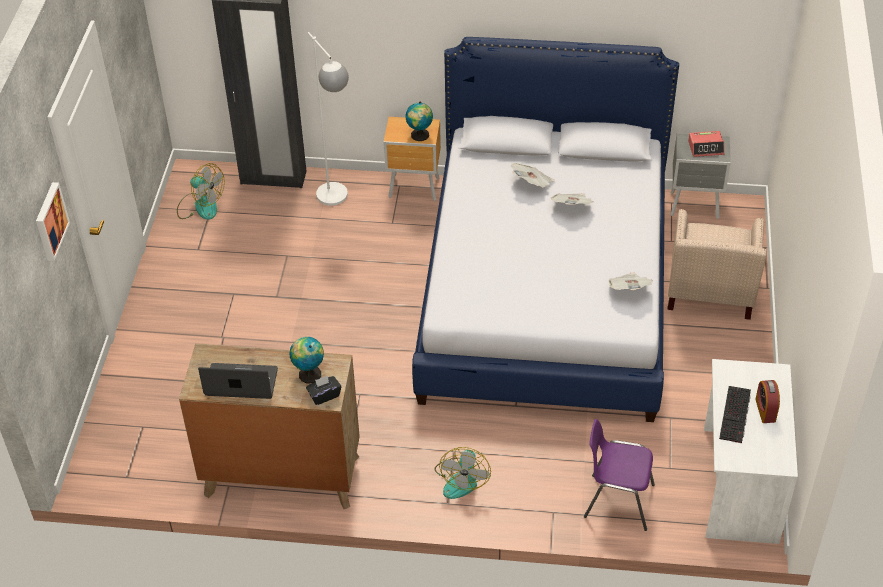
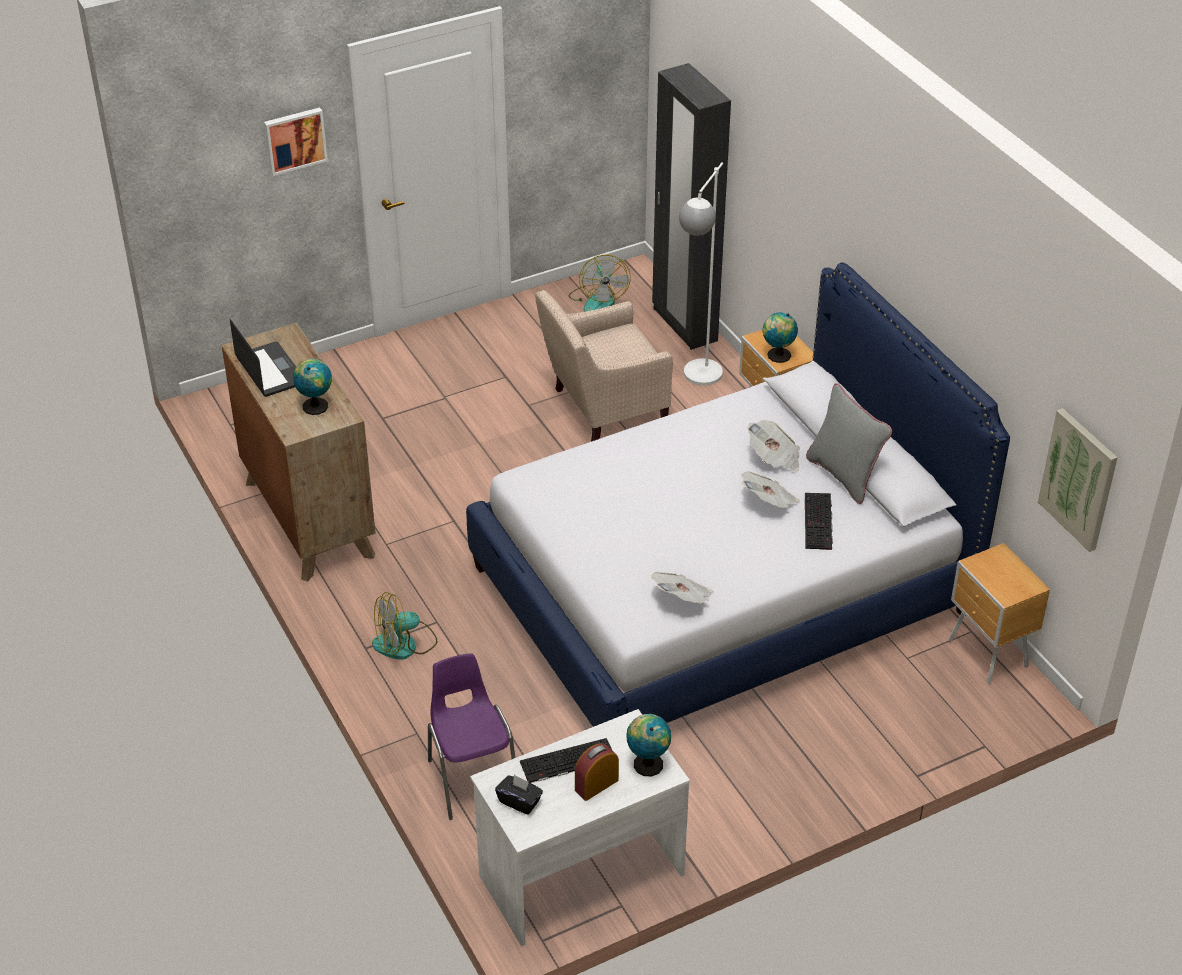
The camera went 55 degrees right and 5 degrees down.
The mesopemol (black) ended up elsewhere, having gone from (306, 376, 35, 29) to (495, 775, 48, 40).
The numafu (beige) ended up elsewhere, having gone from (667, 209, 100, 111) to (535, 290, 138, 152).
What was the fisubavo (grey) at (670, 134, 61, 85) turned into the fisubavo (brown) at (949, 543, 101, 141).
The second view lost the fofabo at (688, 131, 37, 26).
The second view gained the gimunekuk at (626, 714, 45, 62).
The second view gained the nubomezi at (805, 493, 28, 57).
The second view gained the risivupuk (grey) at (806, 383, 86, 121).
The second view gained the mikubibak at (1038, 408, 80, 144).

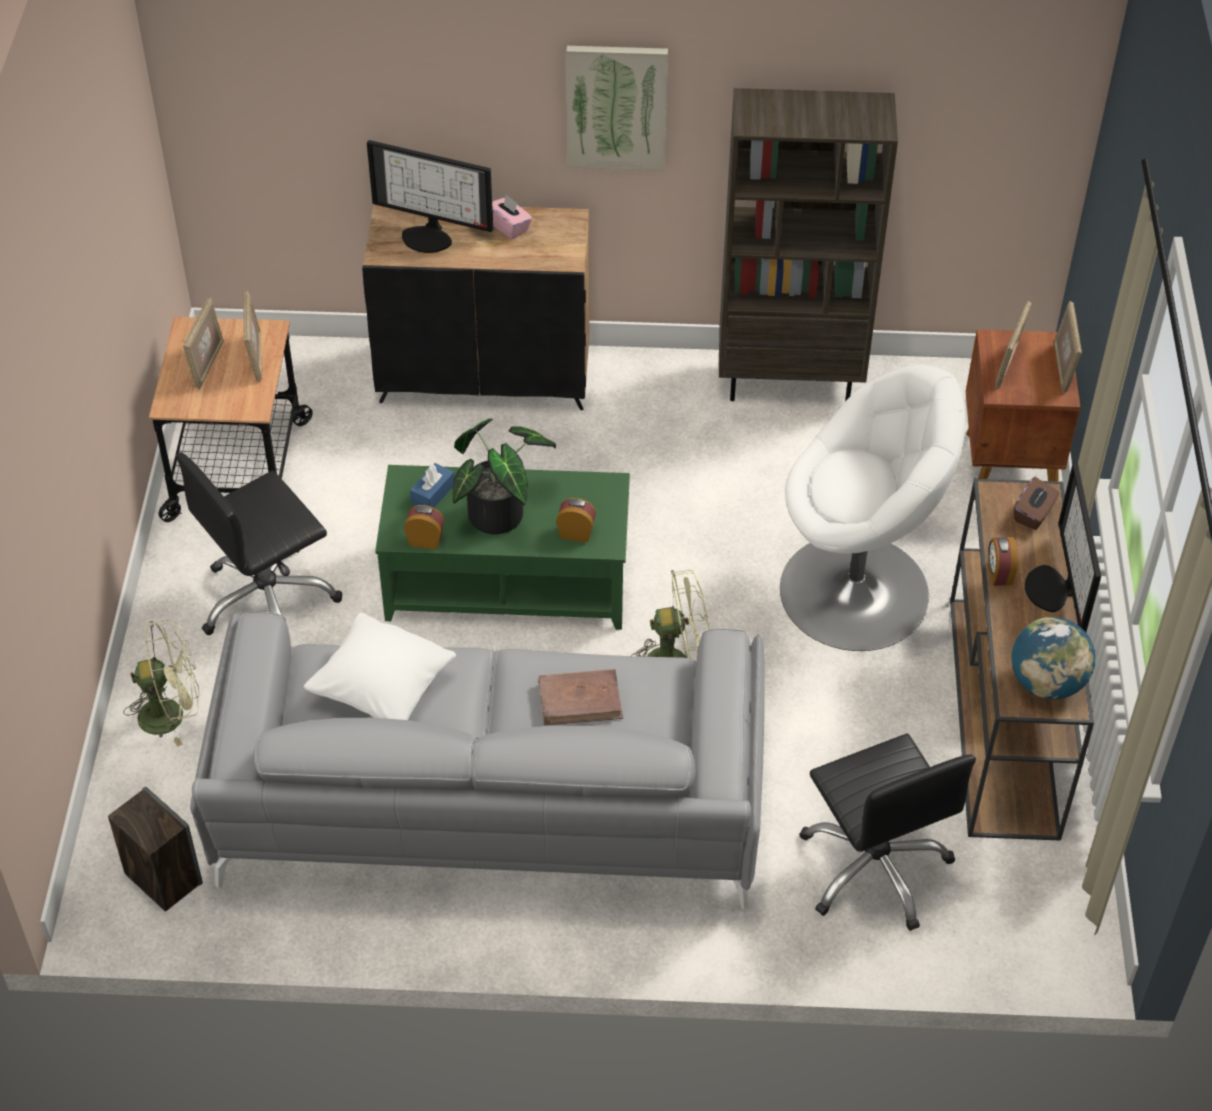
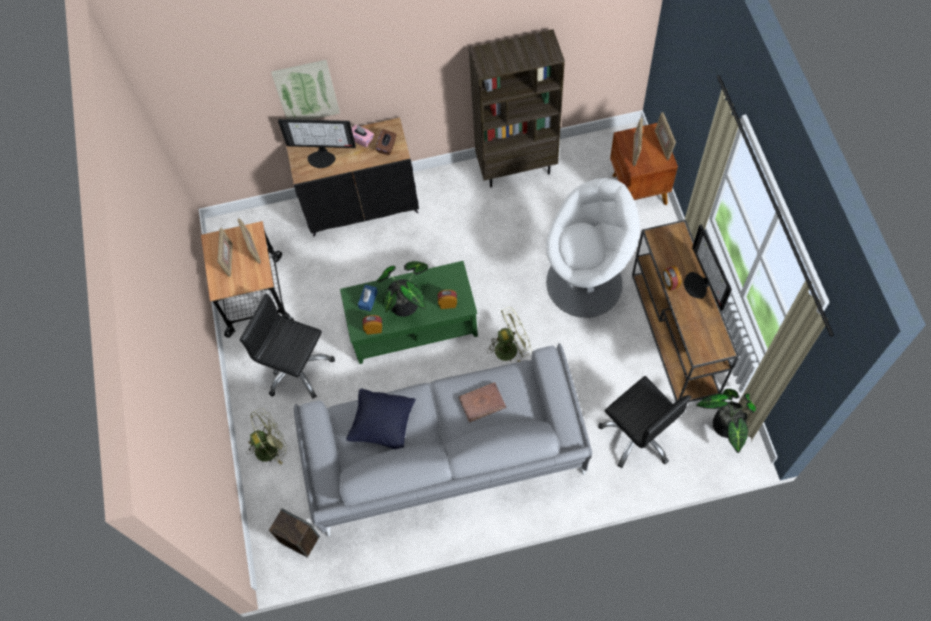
The camera went 10 degrees left and 15 degrees up.
The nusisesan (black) at (176, 452, 166, 183) ended up facing another way, 75 degrees clockwise from before.
What was the risivupuk (white) at (304, 613, 152, 107) turned into the risivupuk (black) at (346, 388, 70, 61).
The mikubibak ended up elsewhere, having gone from (566, 46, 102, 125) to (271, 60, 69, 60).
The second view lost the gimunekuk at (1011, 617, 84, 82).
The mesopemol (brown) ended up elsewhere, having gone from (1014, 477, 45, 53) to (376, 129, 21, 26).
The second view gained the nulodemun at (696, 389, 60, 64).

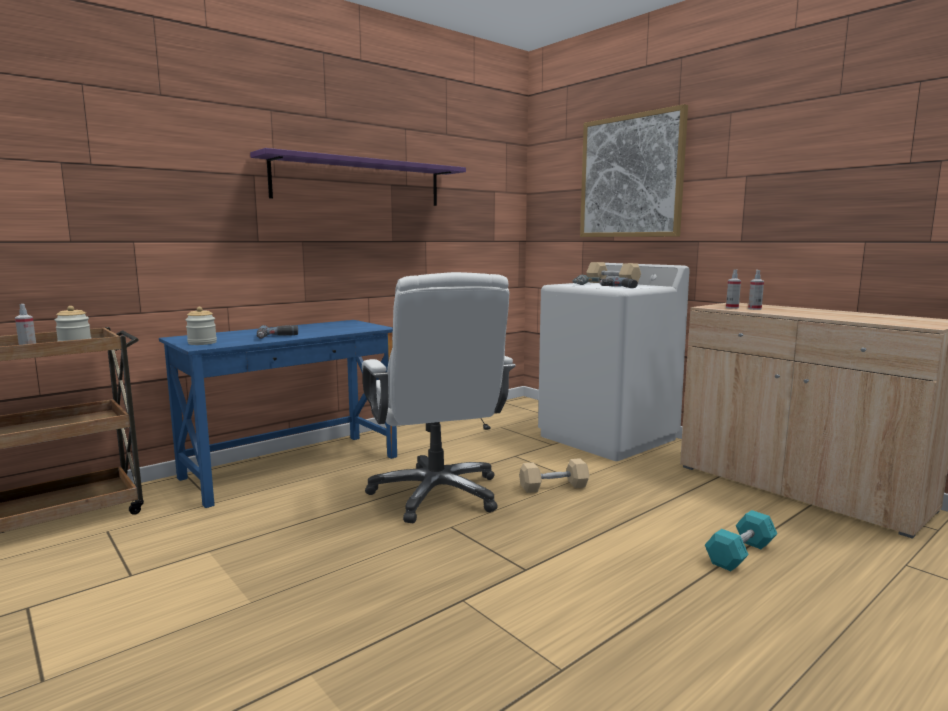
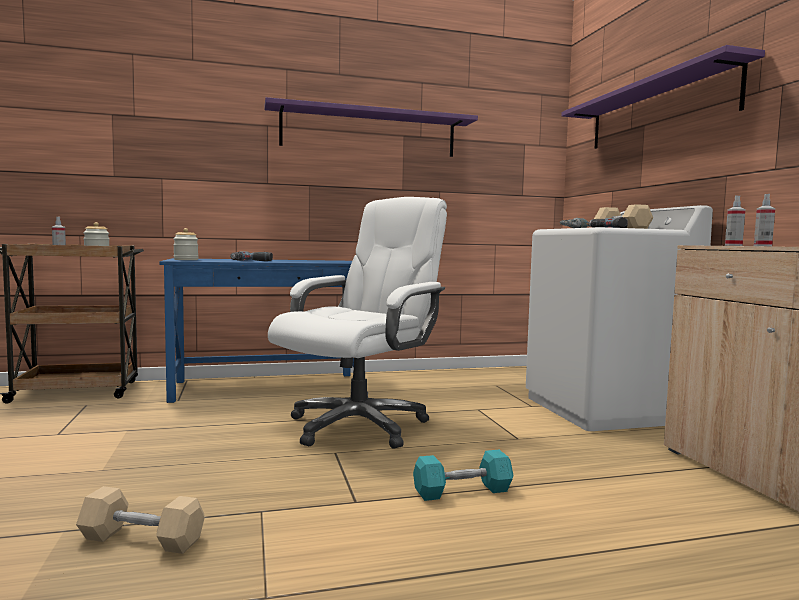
The camera went 25 degrees right and 5 degrees down.
The nusisesan (white) at (362, 272, 154, 251) ended up facing another way, 150 degrees counterclockwise from before.
The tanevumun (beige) ended up elsewhere, having gone from (519, 458, 70, 35) to (76, 486, 129, 68).
Where the mikubibak hung at (580, 104, 108, 133), the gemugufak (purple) came to hang at (561, 45, 204, 104).
The tanevumun (turquoise) ended up elsewhere, having gone from (705, 510, 72, 61) to (413, 450, 101, 51).

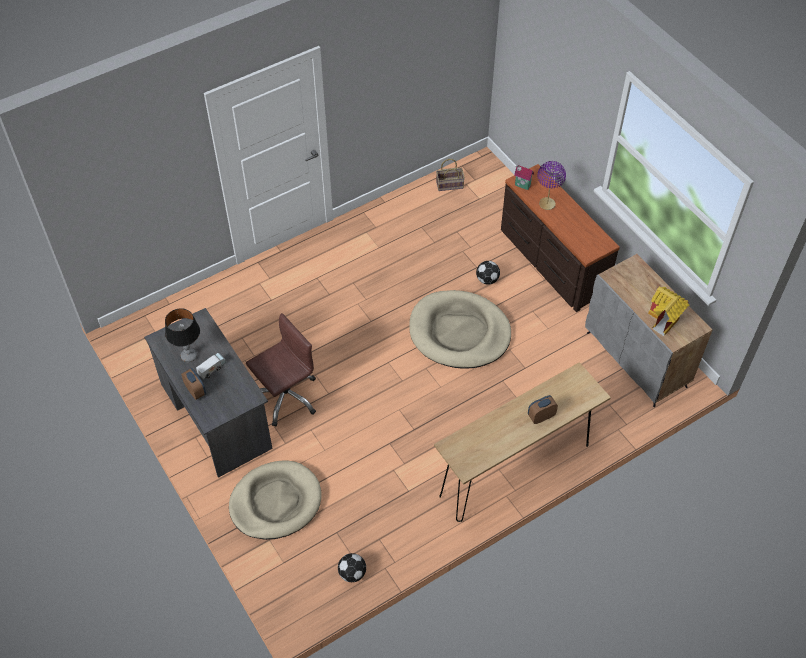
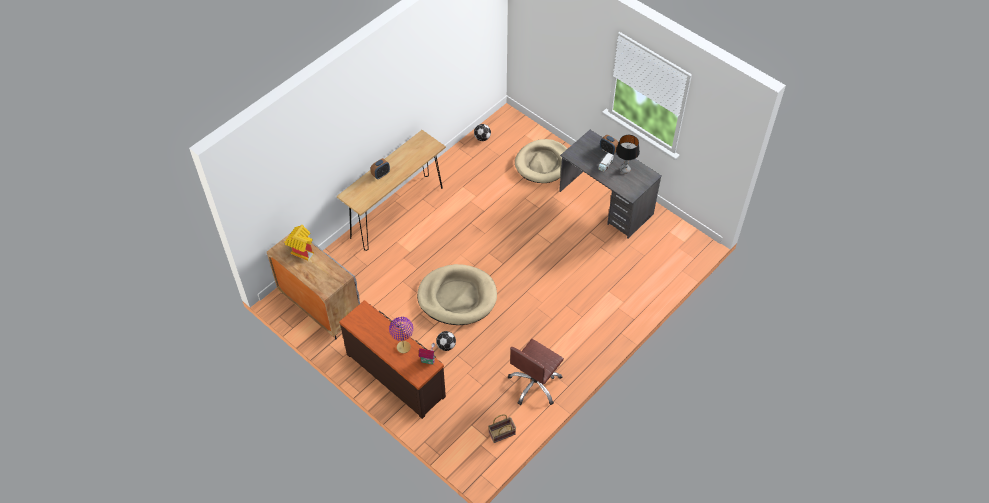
The camera went 165 degrees right and 0 degrees up.
The nusisesan (brown) ended up elsewhere, having gone from (246, 313, 70, 113) to (508, 339, 56, 66).

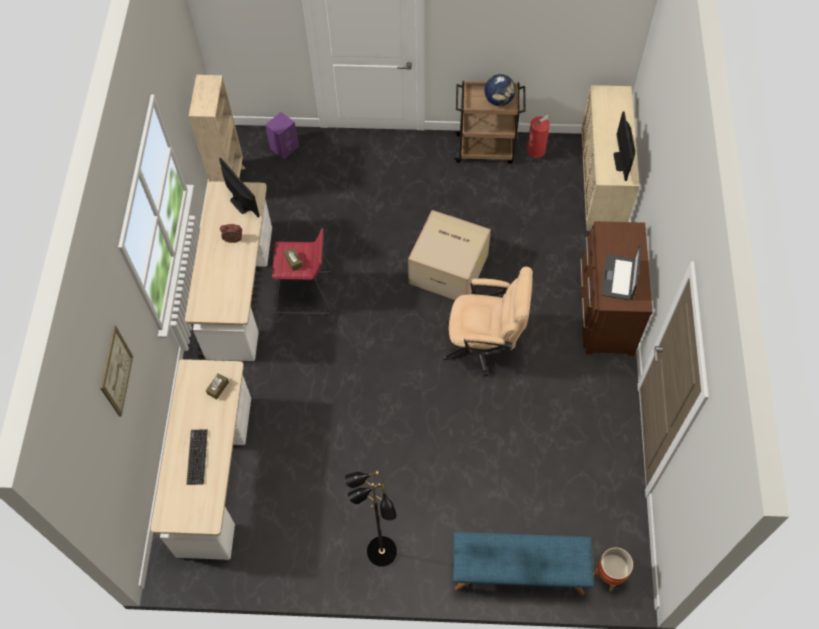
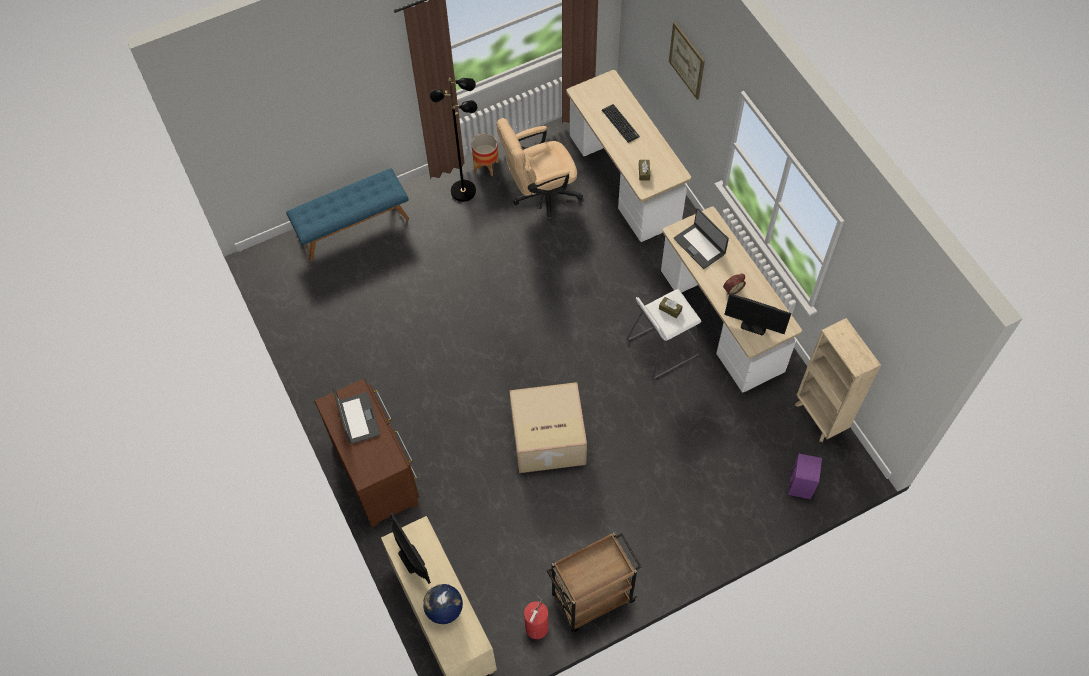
The camera went 150 degrees right and 0 degrees up.
What was the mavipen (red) at (272, 227, 61, 88) turned into the mavipen (white) at (627, 289, 74, 90).
The nusisesan (beige) ended up elsewhere, having gone from (442, 266, 91, 110) to (496, 118, 87, 103).
The gimunekuk ended up elsewhere, having gone from (484, 74, 32, 32) to (423, 584, 40, 40).
The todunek ended up elsewhere, having gone from (594, 547, 39, 44) to (472, 133, 27, 43).
The second view gained the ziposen at (674, 208, 55, 61).

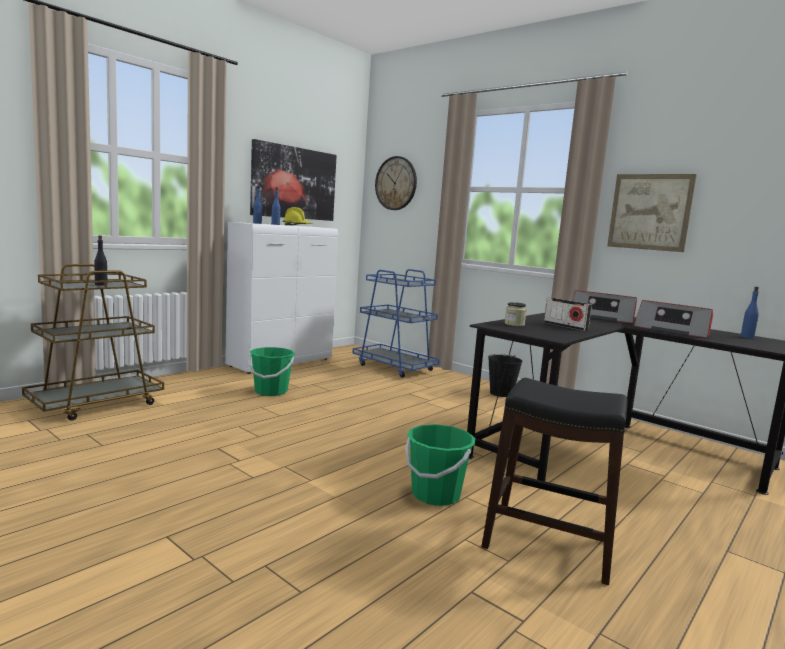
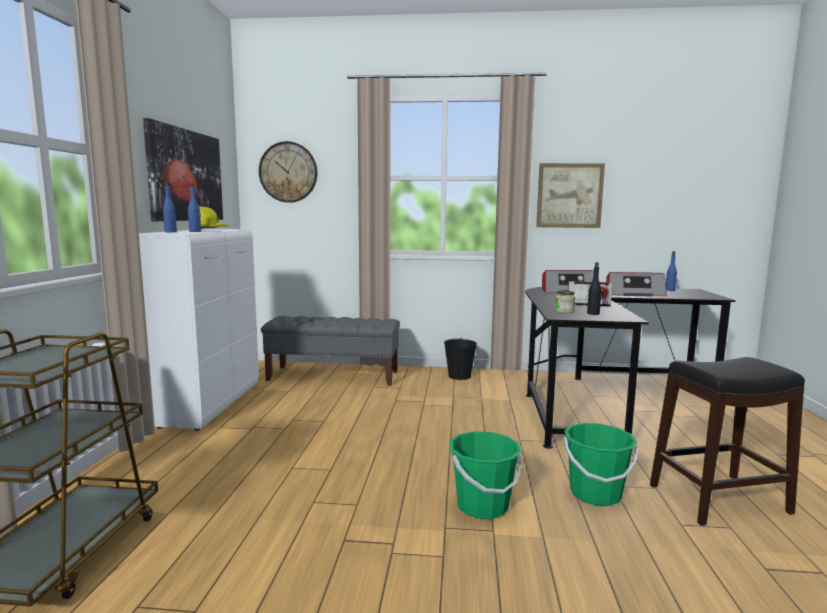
The camera went 35 degrees left and 0 degrees up.
The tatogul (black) ended up elsewhere, having gone from (94, 236, 14, 50) to (587, 262, 15, 53).
The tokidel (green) ended up elsewhere, having gone from (248, 347, 47, 49) to (449, 431, 72, 88).
Where the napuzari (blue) stood at (352, 269, 88, 109), the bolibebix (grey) came to stand at (261, 316, 139, 70).

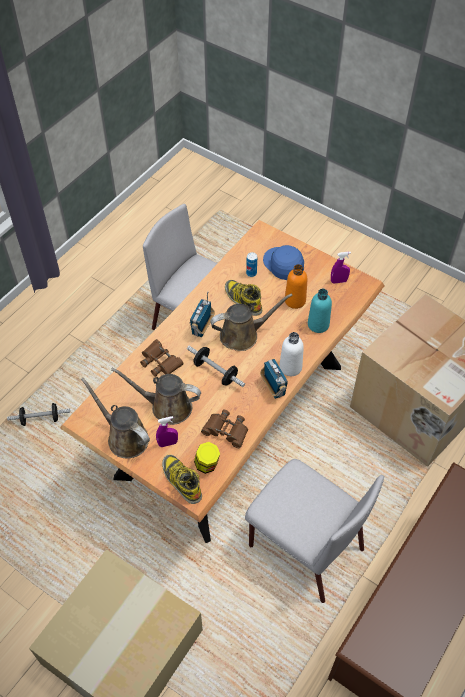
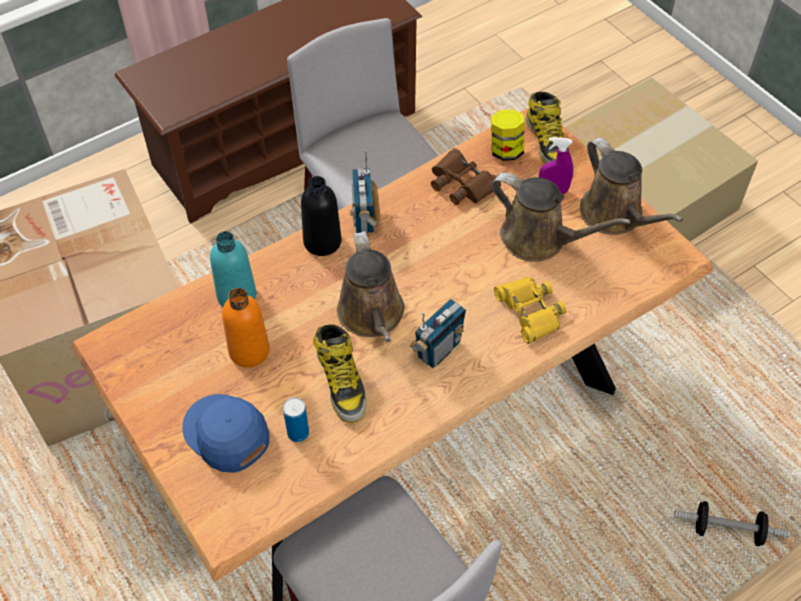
The camera went 160 degrees left and 0 degrees up.
What was the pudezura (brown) at (140, 339, 44, 38) turned into the pudezura (yellow) at (494, 277, 73, 67).
The second view lost the tanevumun at (187, 345, 58, 42).
The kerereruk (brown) at (210, 294, 83, 57) ended up facing another way, 105 degrees counterclockwise from before.
The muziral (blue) at (263, 245, 41, 35) ended up facing another way, 150 degrees clockwise from before.
What was the tatogul (white) at (279, 332, 25, 44) turned into the tatogul (black) at (301, 176, 41, 80).
The second view lost the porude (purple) at (331, 252, 20, 31).

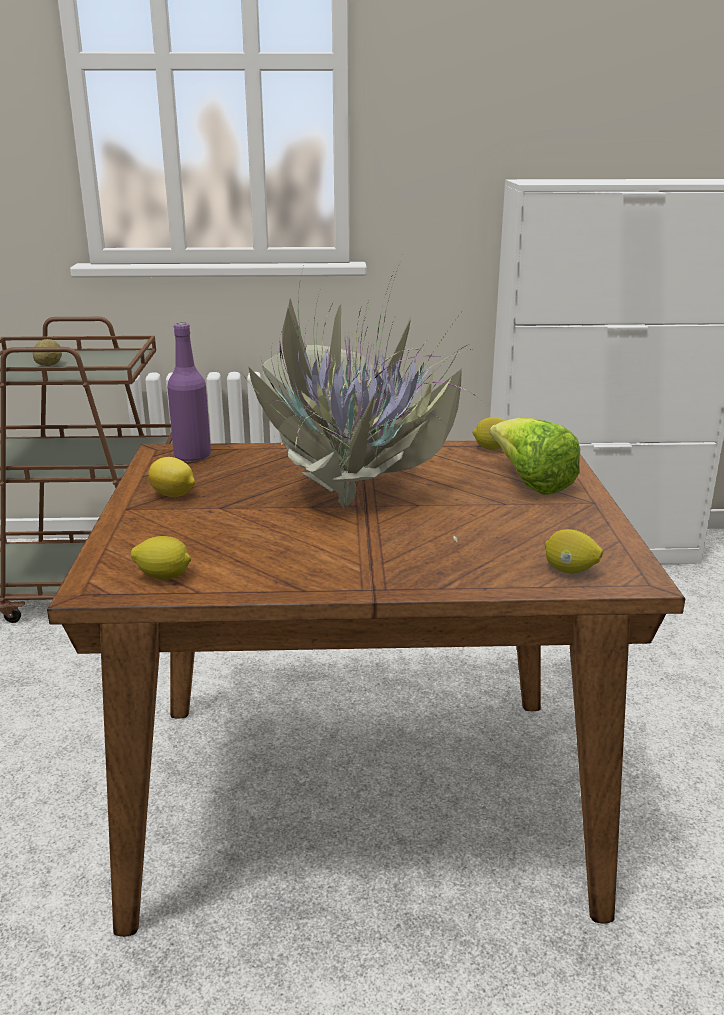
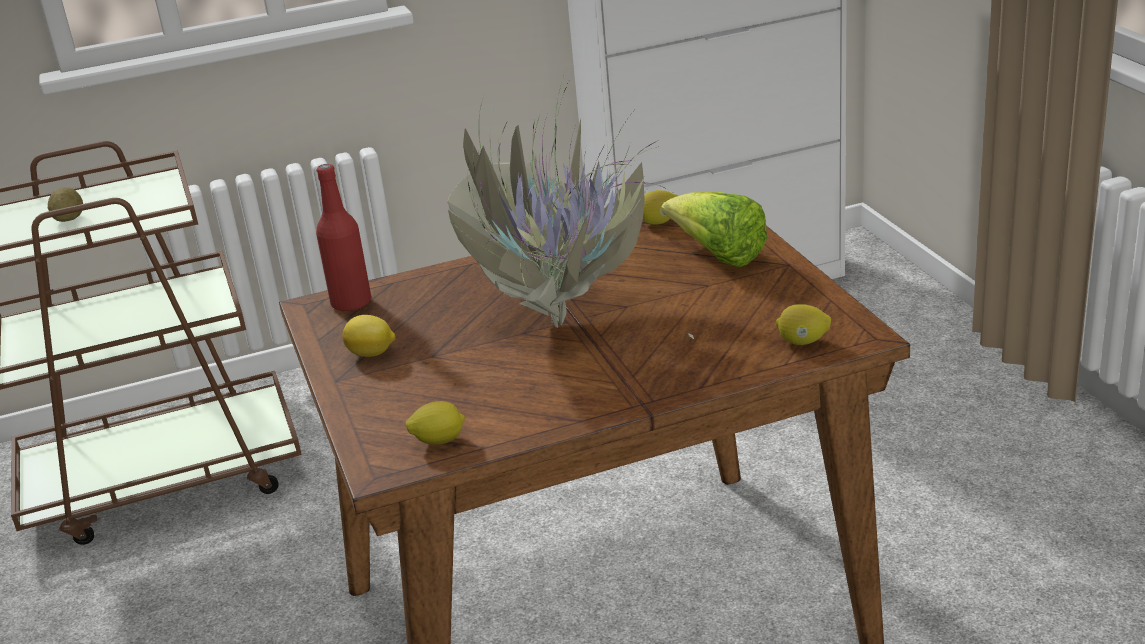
The camera went 15 degrees left and 5 degrees up.
What was the tatogul (purple) at (167, 323, 44, 139) turned into the tatogul (red) at (316, 164, 55, 148).

